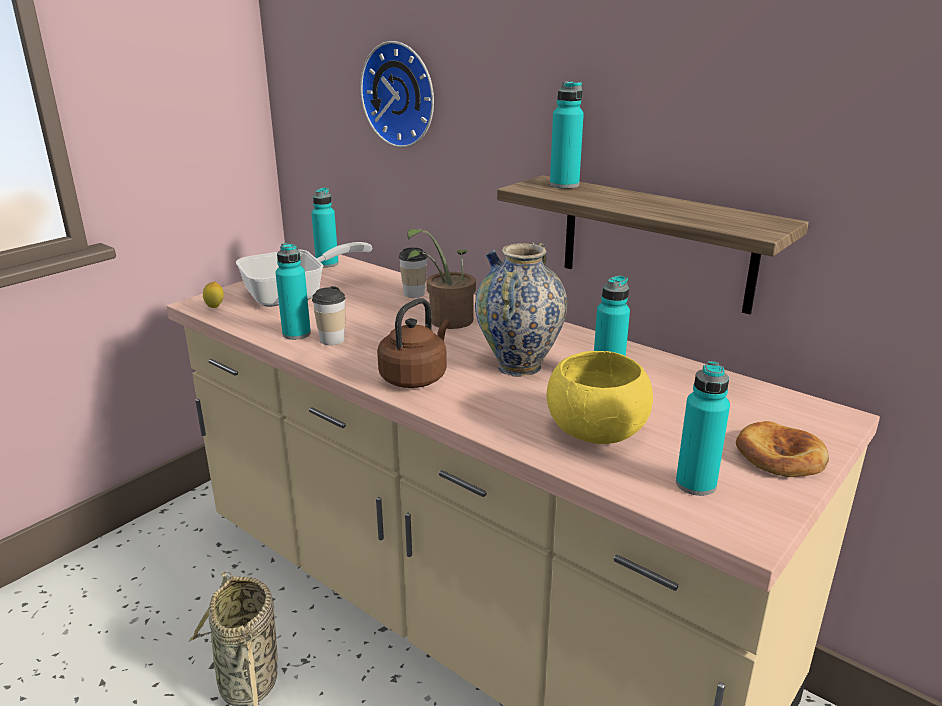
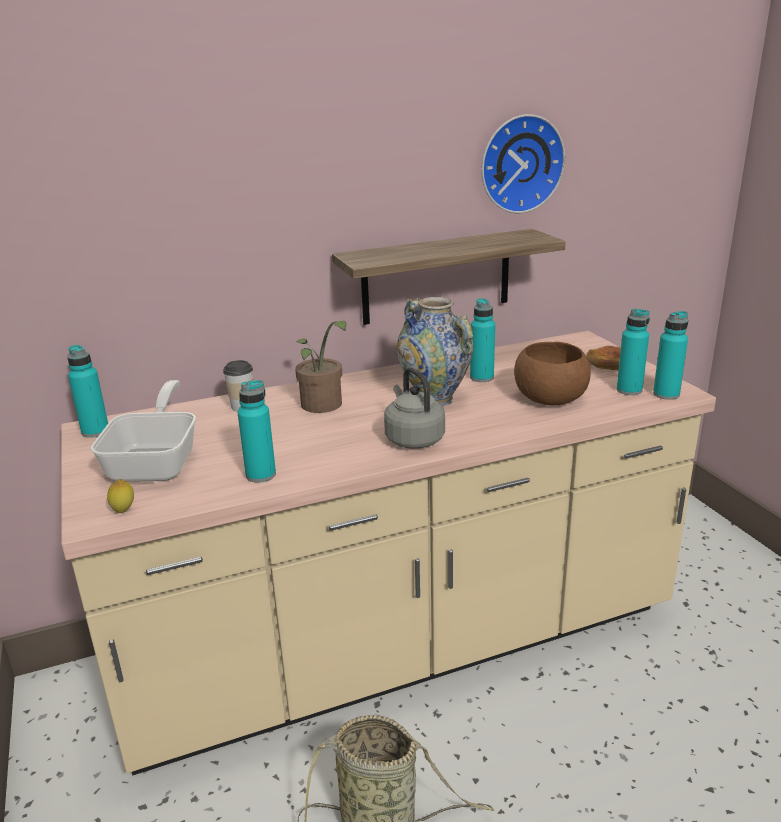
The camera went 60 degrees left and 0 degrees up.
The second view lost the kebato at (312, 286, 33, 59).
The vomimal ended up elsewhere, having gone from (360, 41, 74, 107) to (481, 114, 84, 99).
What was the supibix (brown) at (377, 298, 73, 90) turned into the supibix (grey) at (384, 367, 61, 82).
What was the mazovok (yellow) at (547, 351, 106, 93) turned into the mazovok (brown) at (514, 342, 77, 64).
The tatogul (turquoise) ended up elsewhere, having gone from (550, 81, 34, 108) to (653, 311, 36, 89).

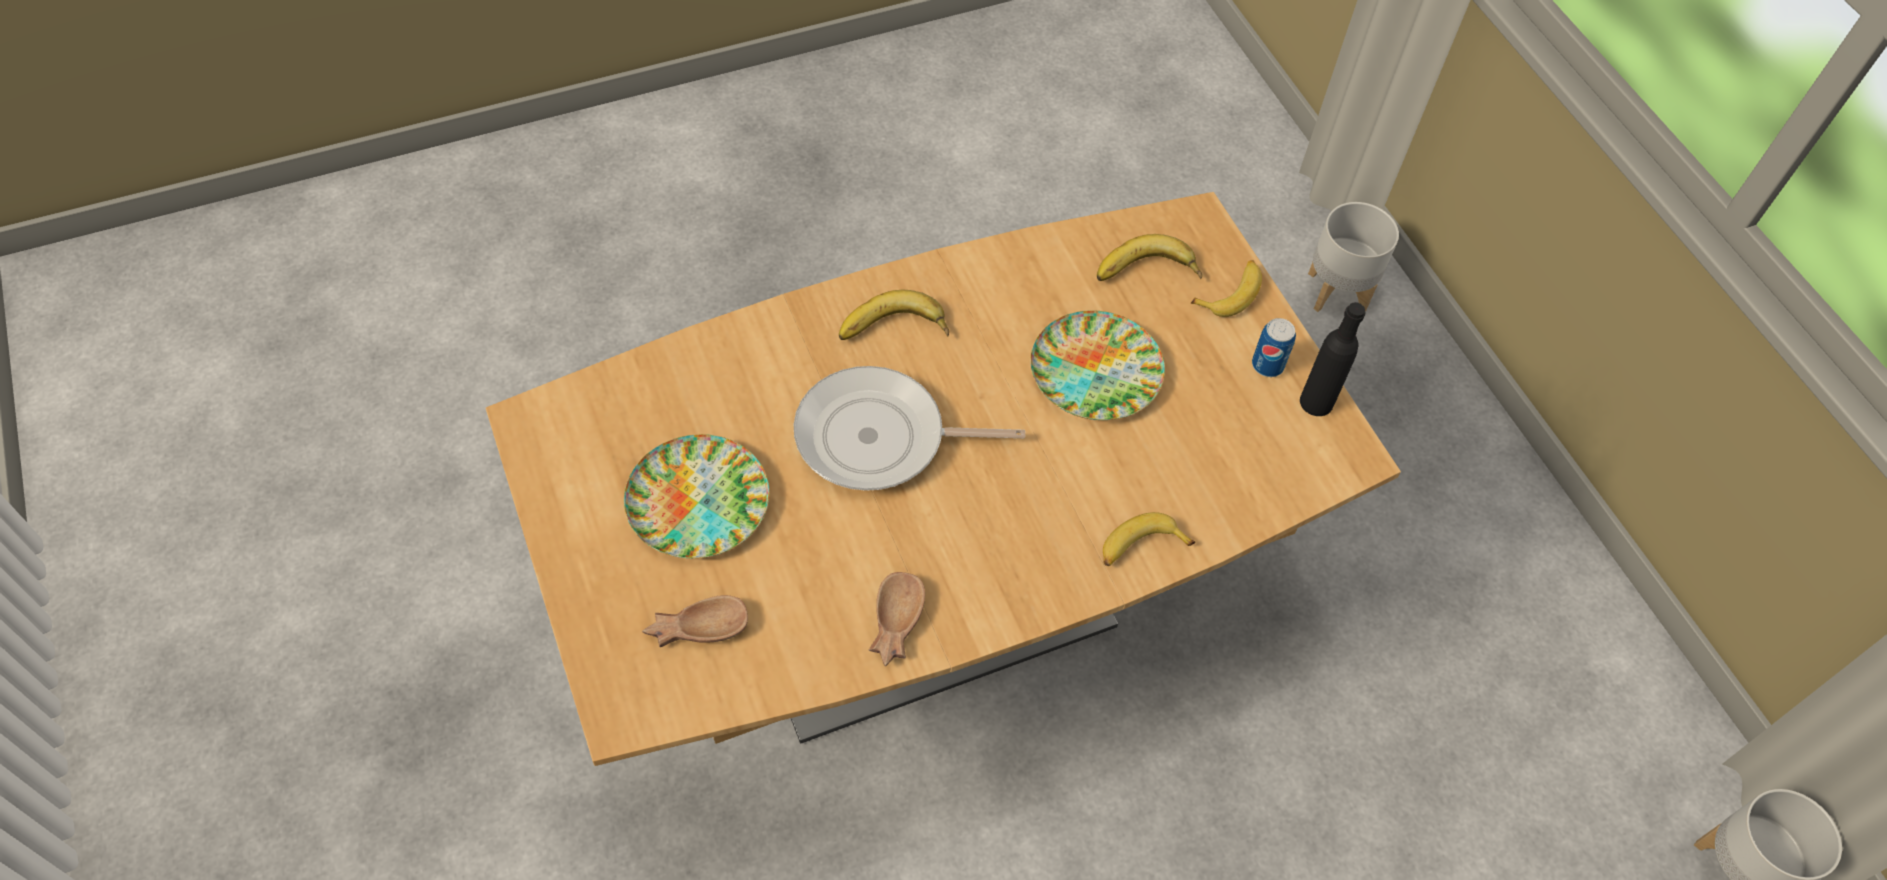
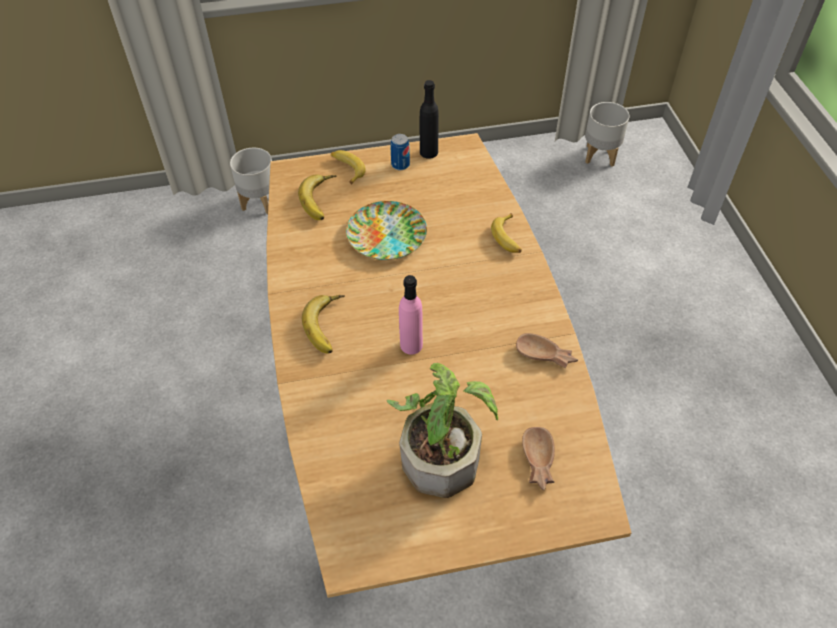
The camera went 75 degrees left and 5 degrees down.
Where the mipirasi stood at (624, 434, 146, 124), the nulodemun came to stand at (387, 363, 111, 135).
Where the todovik stood at (794, 366, 231, 125), the tatogul (pink) came to stand at (399, 275, 24, 80).

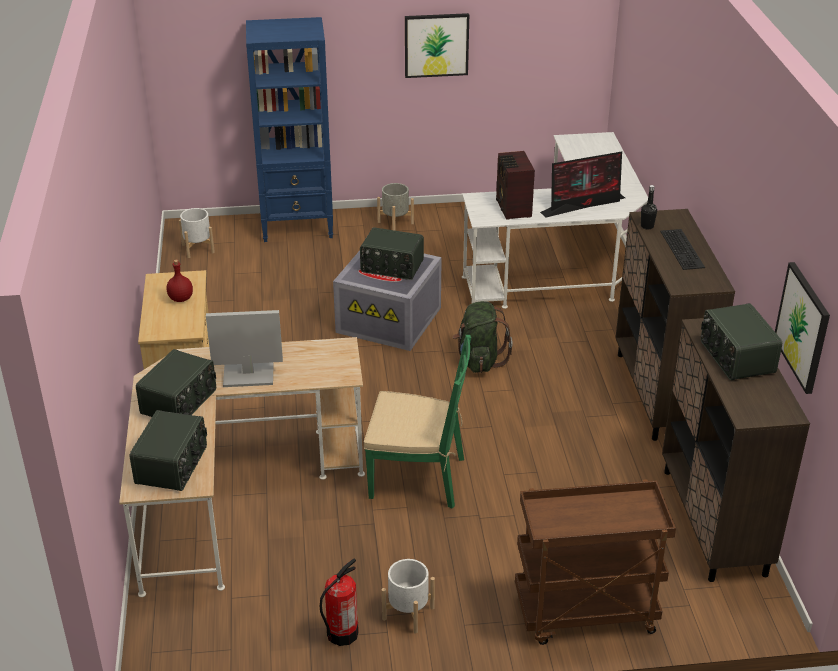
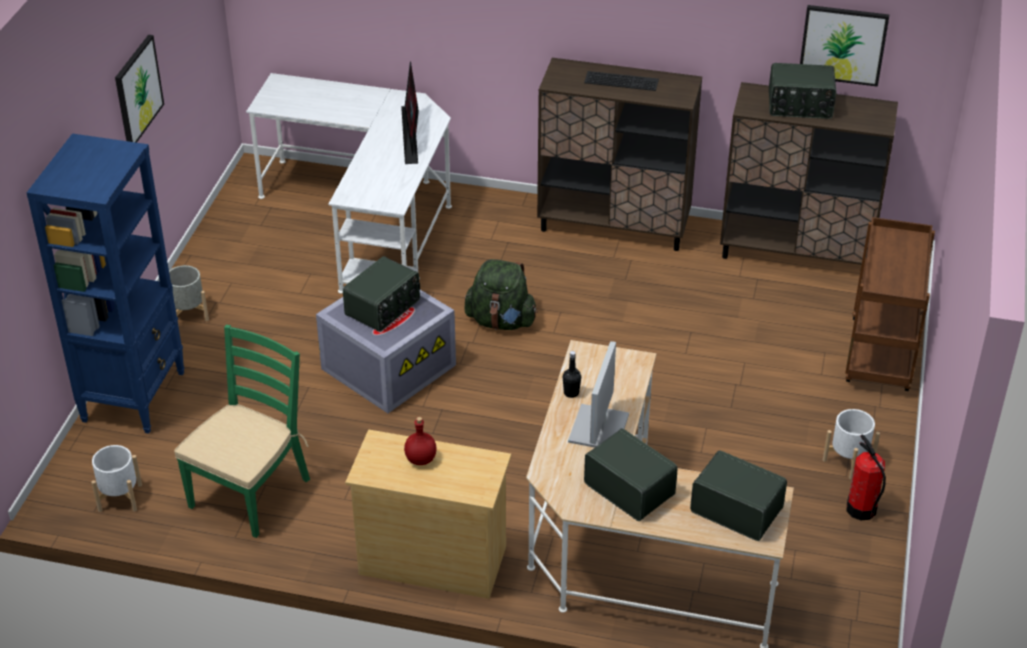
The camera went 70 degrees left and 5 degrees up.
The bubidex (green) ended up elsewhere, having gone from (364, 335, 107, 174) to (174, 325, 136, 213).
The second view lost the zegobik at (496, 151, 39, 69).
The tatogul (black) ended up elsewhere, having gone from (641, 185, 16, 44) to (563, 351, 18, 47).

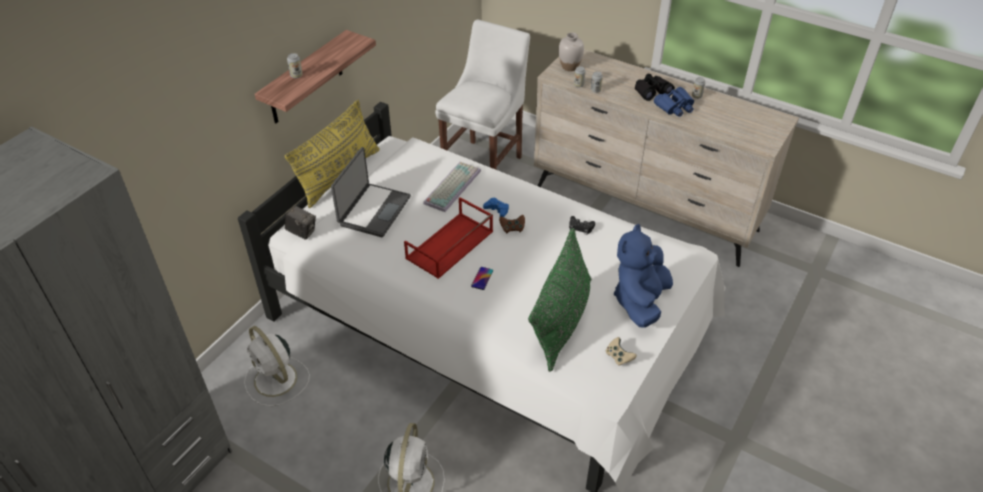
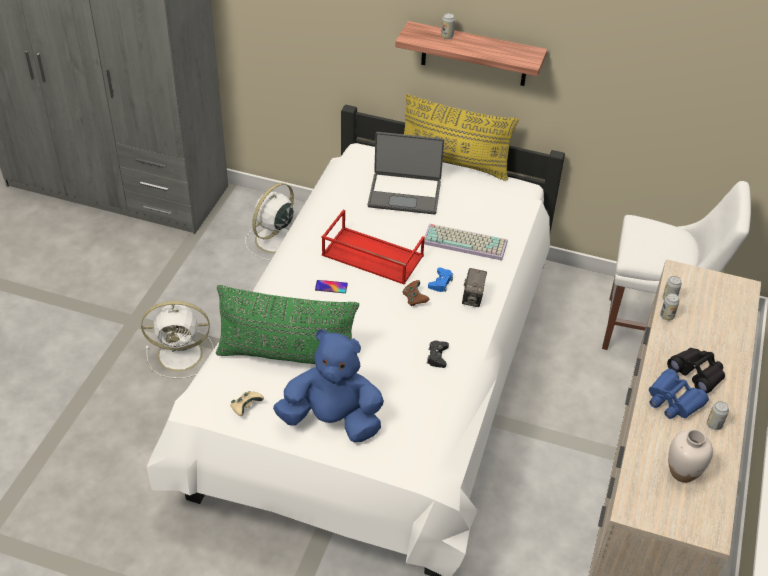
The camera went 75 degrees right and 0 degrees up.
The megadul ended up elsewhere, having gone from (285, 206, 31, 34) to (462, 268, 25, 39).
The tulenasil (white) ended up elsewhere, having gone from (559, 33, 25, 38) to (668, 429, 45, 54).

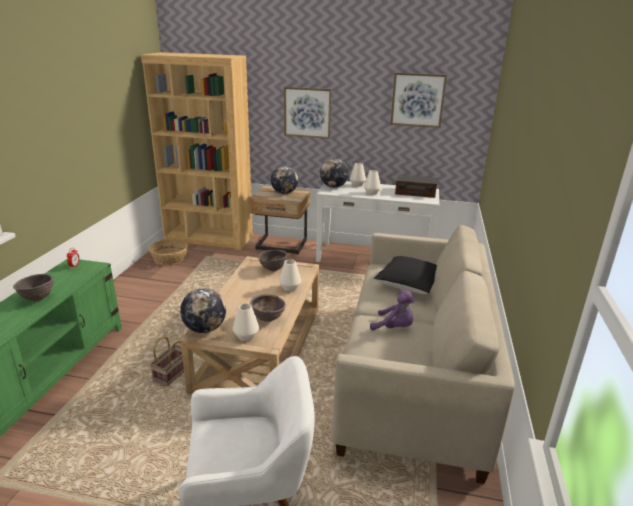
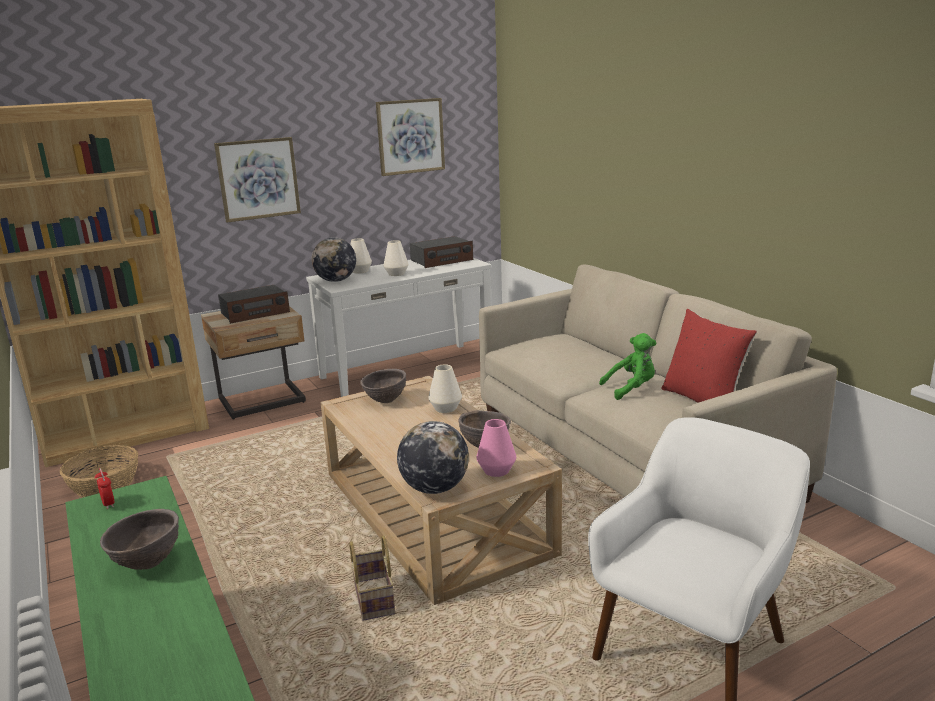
The camera went 40 degrees left and 5 degrees down.
What was the tulenasil (white) at (233, 303, 26, 38) turned into the tulenasil (pink) at (476, 419, 40, 58).
Where the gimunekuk stood at (271, 166, 27, 28), the zegobik came to stand at (218, 285, 72, 39).
What was the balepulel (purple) at (370, 290, 45, 41) turned into the balepulel (green) at (599, 333, 57, 67).
The second view lost the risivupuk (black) at (374, 256, 63, 38).
The second view gained the risivupuk (red) at (662, 309, 95, 94).

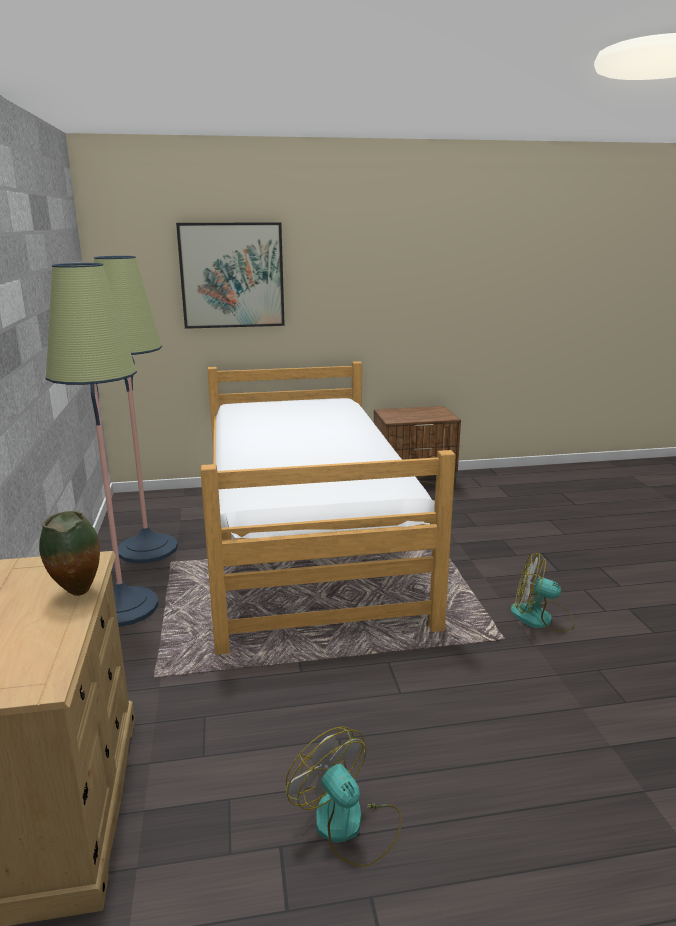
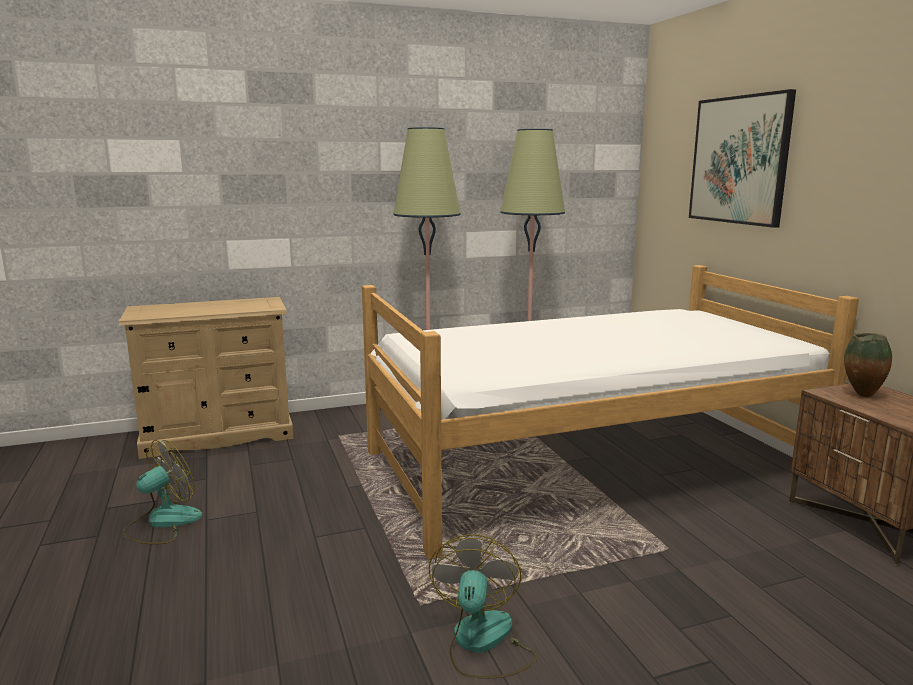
The camera went 80 degrees right and 5 degrees down.
The tulenasil ended up elsewhere, having gone from (39, 511, 61, 85) to (844, 333, 48, 64).

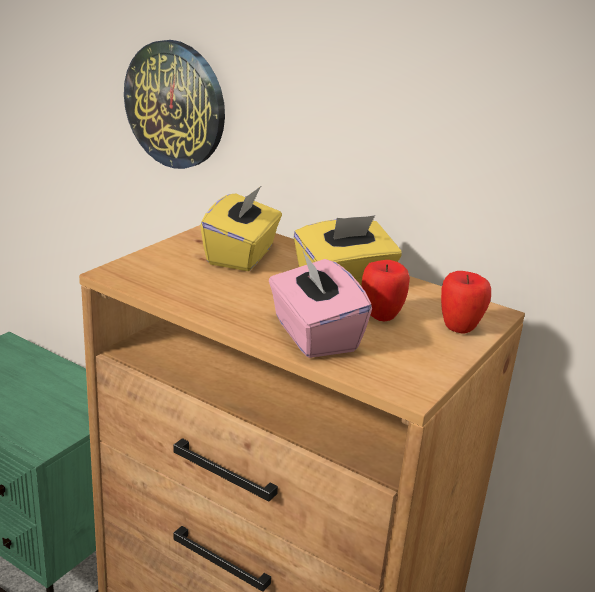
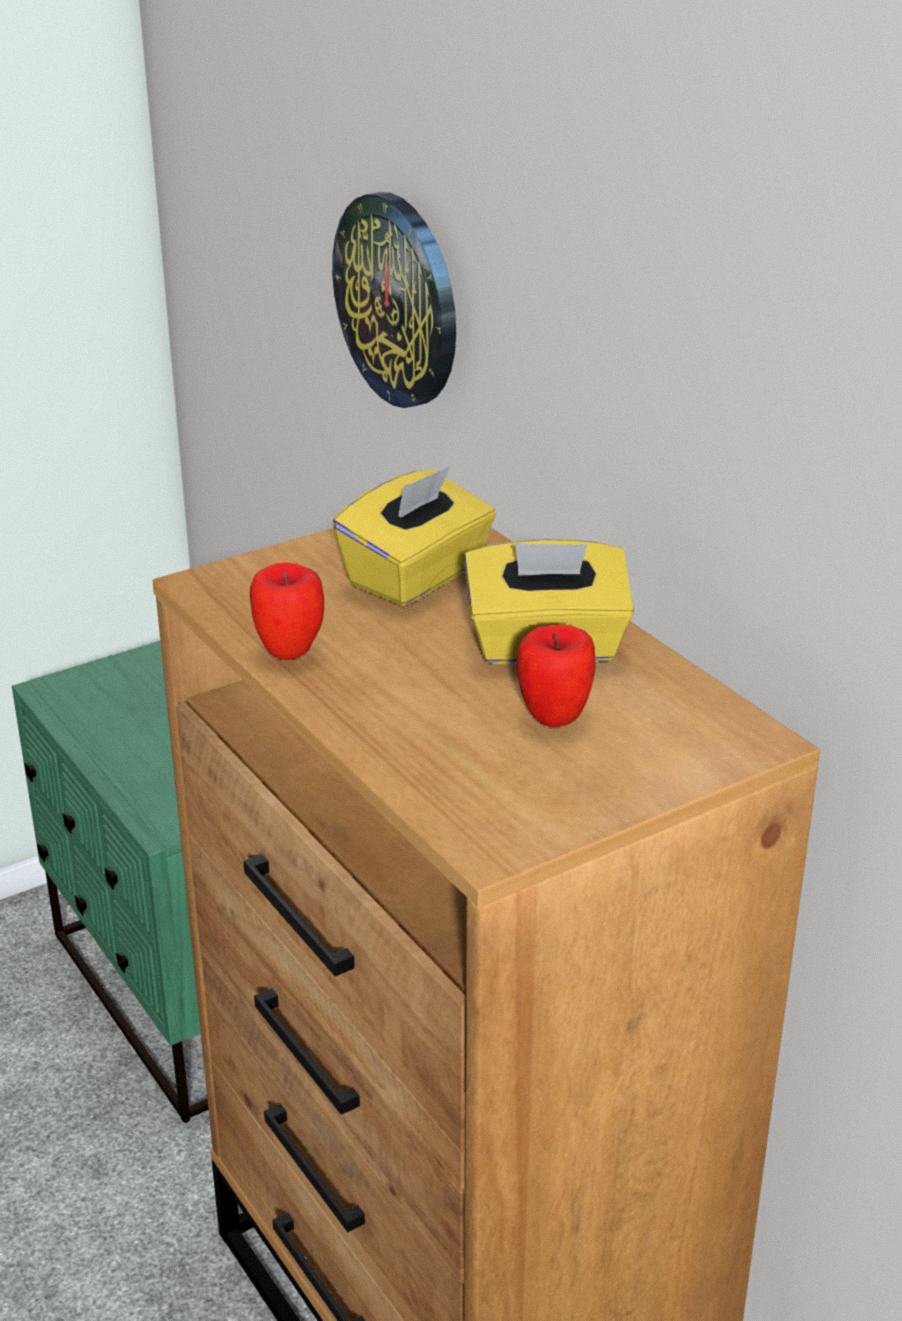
The camera went 25 degrees right and 5 degrees up.
The second view lost the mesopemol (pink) at (269, 251, 103, 107).
The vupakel ended up elsewhere, having gone from (441, 271, 50, 62) to (250, 562, 74, 98).

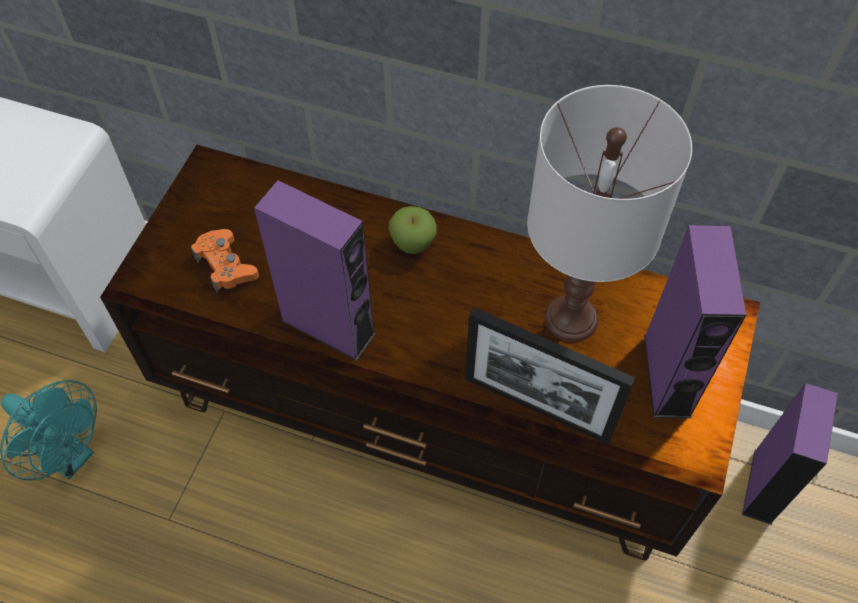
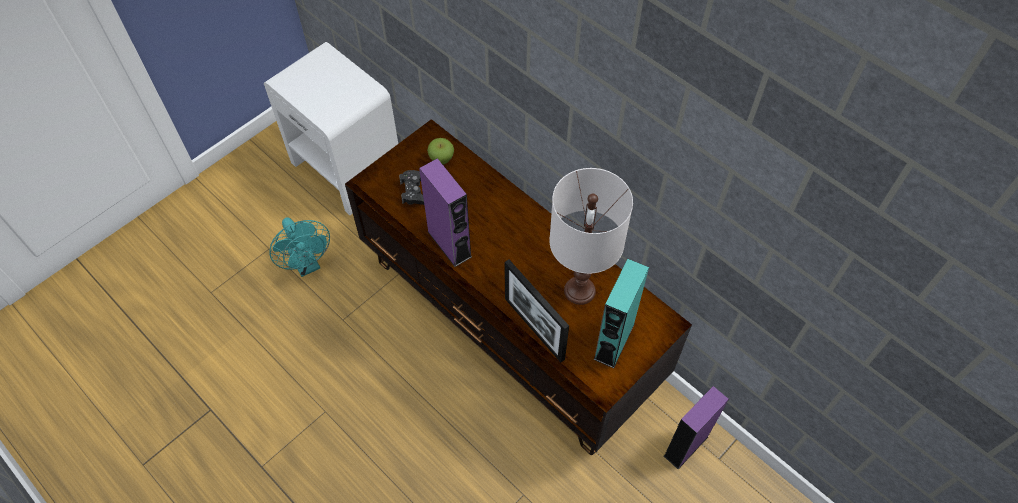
The camera went 25 degrees right and 0 degrees up.
What was the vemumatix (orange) at (191, 229, 68, 64) turned into the vemumatix (black) at (399, 170, 25, 35).
The vupakel ended up elsewhere, having gone from (389, 206, 48, 48) to (427, 138, 27, 26).
What was the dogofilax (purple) at (644, 225, 103, 194) turned into the dogofilax (turquoise) at (593, 259, 56, 109).

